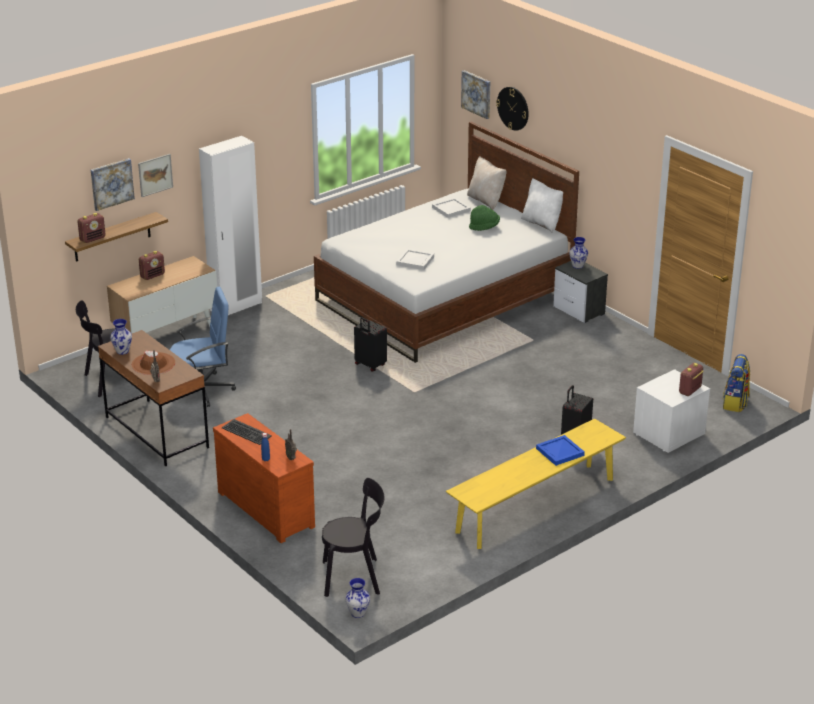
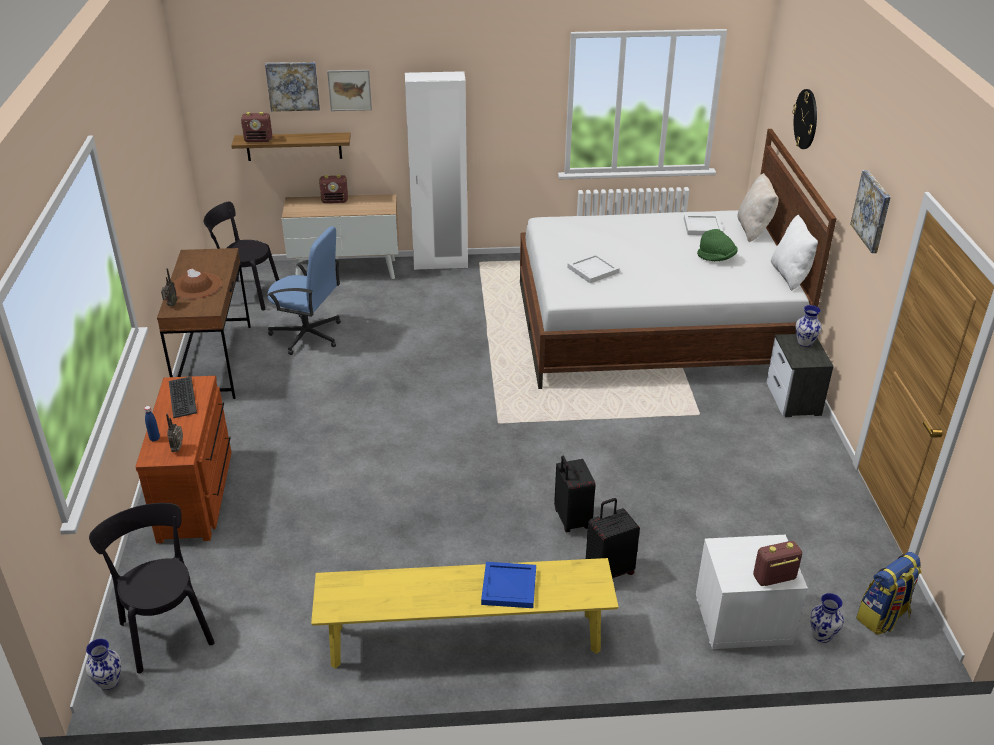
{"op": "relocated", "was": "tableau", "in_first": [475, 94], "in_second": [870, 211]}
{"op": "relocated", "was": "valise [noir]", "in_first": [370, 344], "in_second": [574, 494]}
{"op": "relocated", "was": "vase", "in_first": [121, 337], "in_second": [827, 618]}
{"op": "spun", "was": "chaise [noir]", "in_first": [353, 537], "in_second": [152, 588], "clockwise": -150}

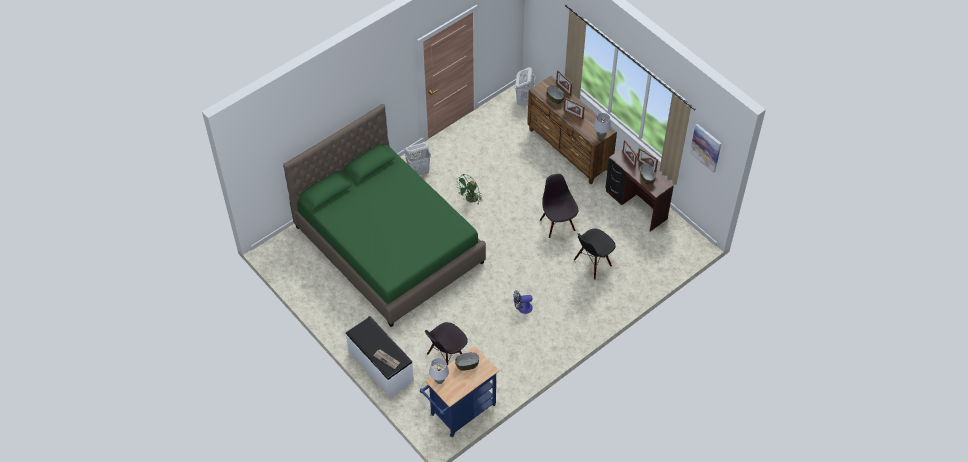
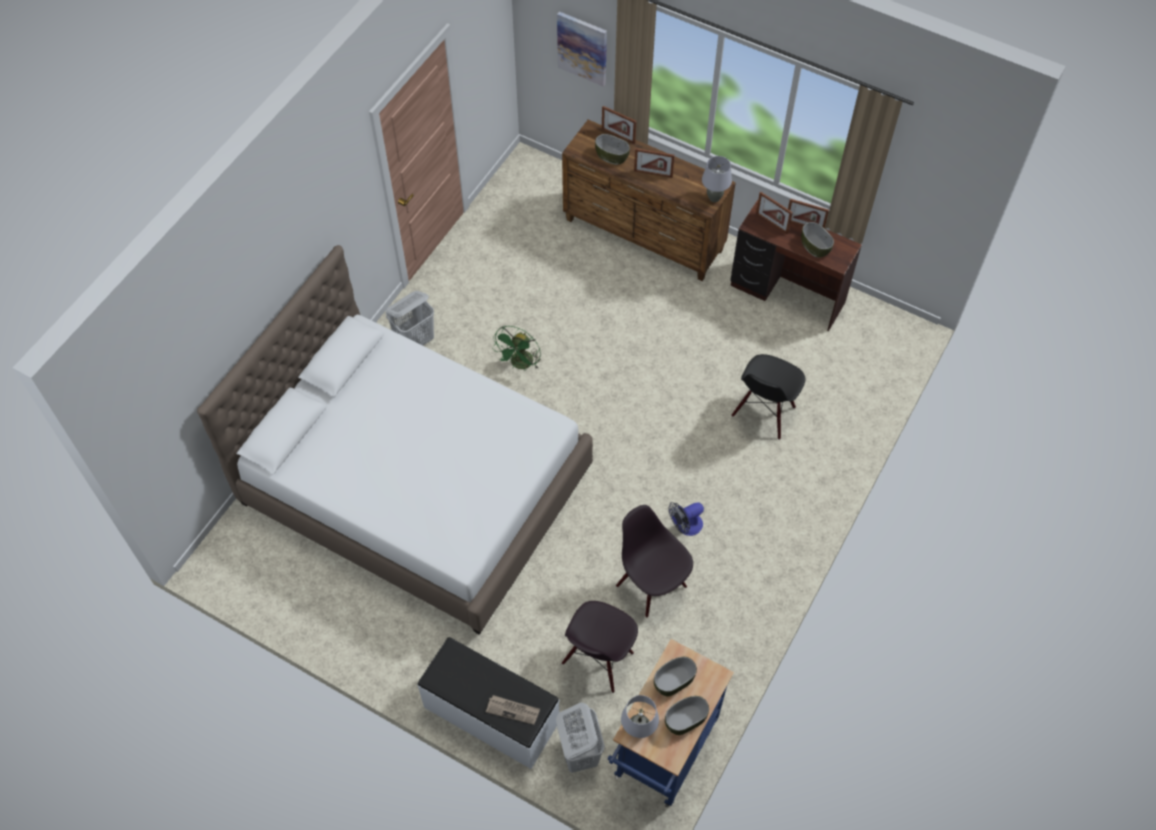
{"op": "relocated", "was": "panier à linge [blanc]", "in_first": [525, 86], "in_second": [580, 737]}
{"op": "colour", "was": "lit [vert]", "now": "lit [blanc]", "in_first": [384, 215], "in_second": [395, 440]}
{"op": "relocated", "was": "tableau", "in_first": [706, 148], "in_second": [582, 49]}
{"op": "relocated", "was": "chaise [noir]", "in_first": [559, 206], "in_second": [654, 561]}
{"op": "appeared", "now": "bol", "in_second": [687, 715]}

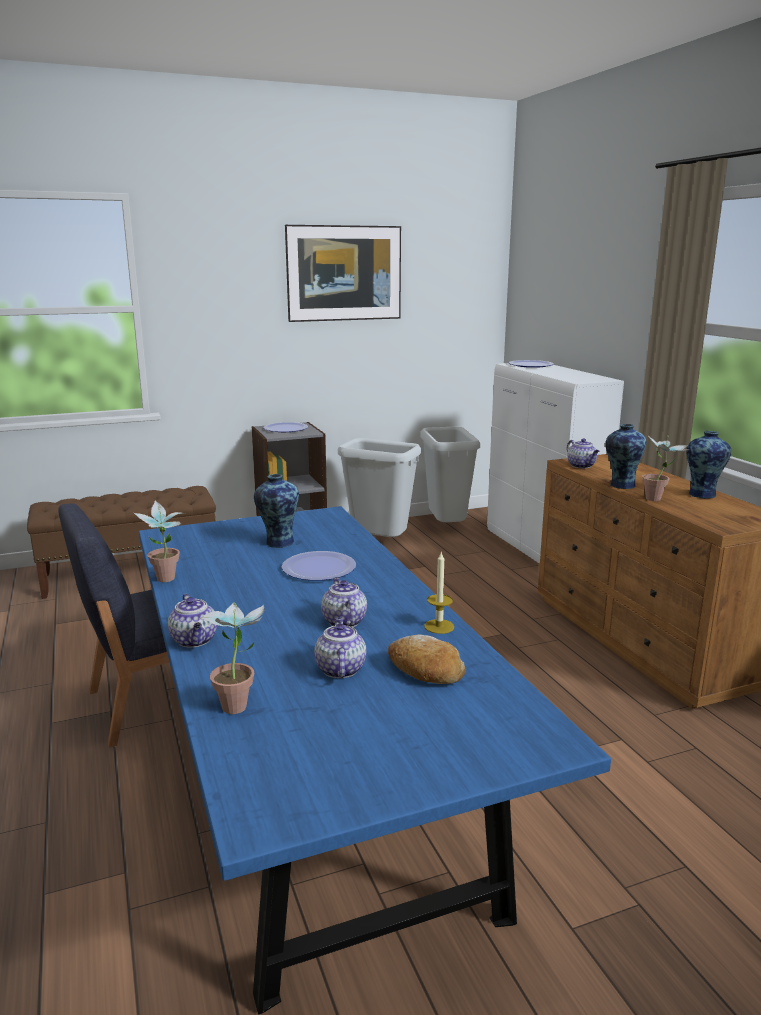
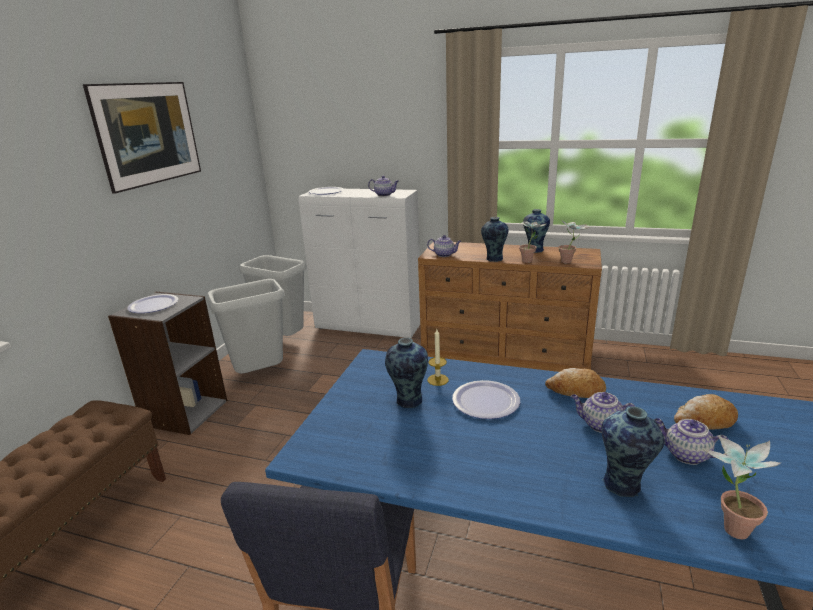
{"op": "relocated", "was": "plante en pot", "in_first": [159, 541], "in_second": [574, 241]}
{"op": "relocated", "was": "bougie", "in_first": [439, 593], "in_second": [438, 357]}
{"op": "relocated", "was": "théière", "in_first": [192, 621], "in_second": [383, 186]}
{"op": "appeared", "now": "pain", "in_second": [575, 383]}
{"op": "appeared", "now": "vase", "in_second": [633, 452]}

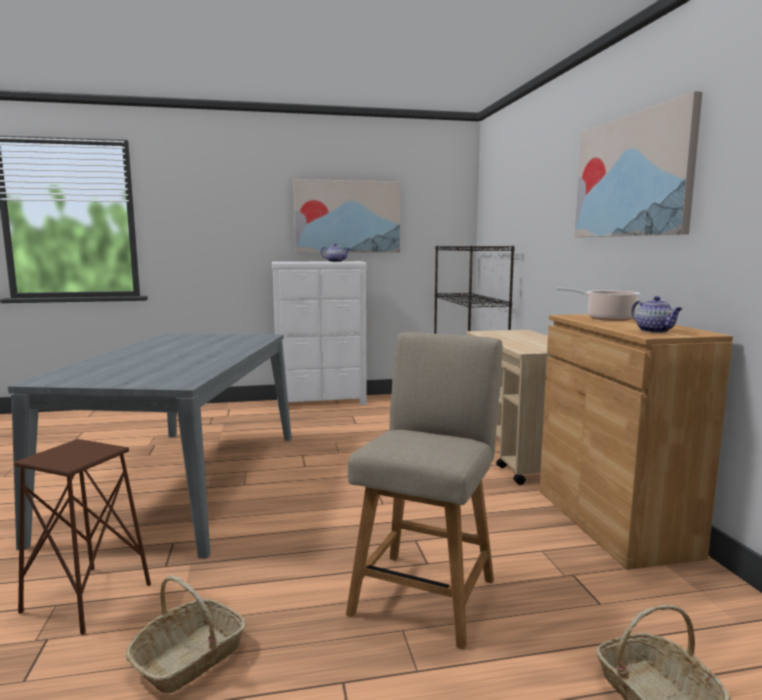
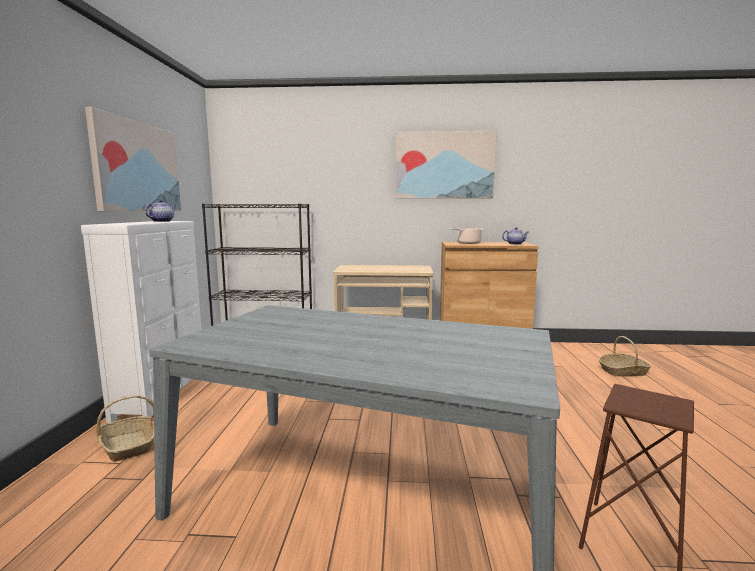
{"op": "missing", "was": "chaise [beige]", "in_first": [424, 491]}
{"op": "relocated", "was": "panier", "in_first": [186, 634], "in_second": [125, 428]}

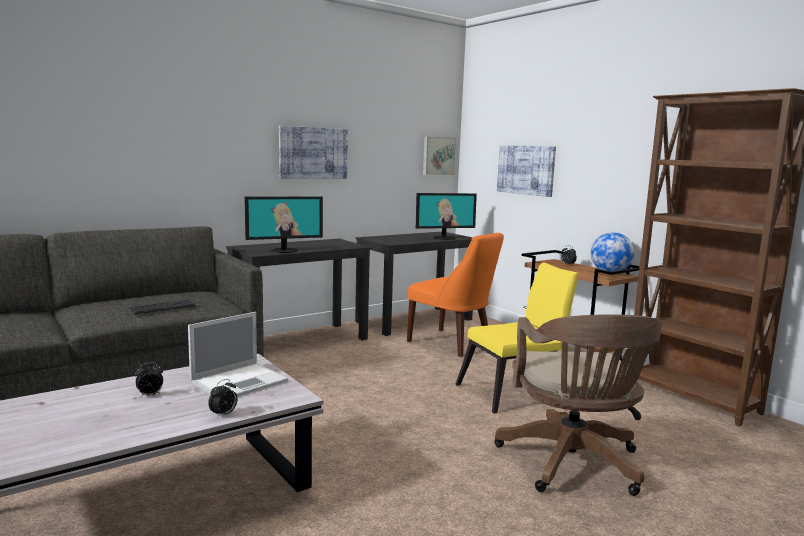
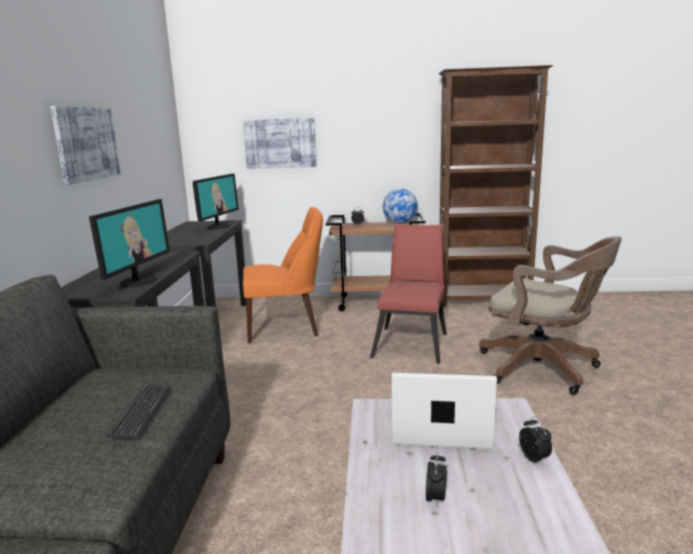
{"op": "missing", "was": "tableau", "in_first": [439, 155]}
{"op": "colour", "was": "chaise [jaune]", "now": "chaise [rouge]", "in_first": [517, 337], "in_second": [408, 294]}
{"op": "spun", "was": "ordinateur portable", "in_first": [238, 354], "in_second": [444, 411], "clockwise": -75}

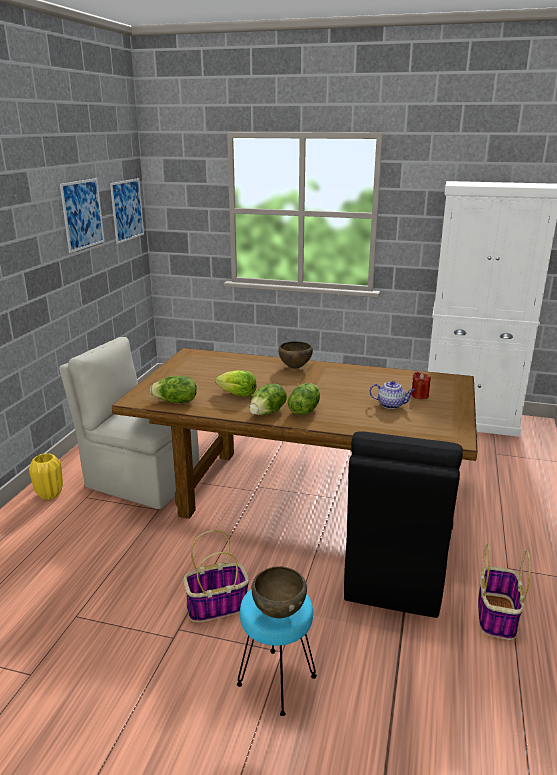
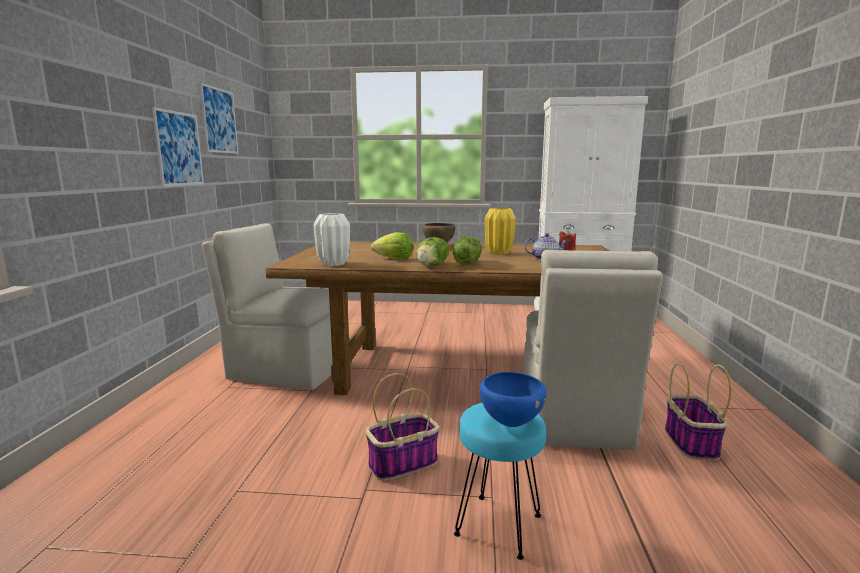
{"op": "relocated", "was": "tableau", "in_first": [127, 211], "in_second": [178, 147]}
{"op": "exchanged", "was": "laitue", "now": "vase [blanc]", "in_first": [173, 389], "in_second": [332, 239]}
{"op": "colour", "was": "chaise [noir]", "now": "chaise [beige]", "in_first": [403, 524], "in_second": [593, 350]}
{"op": "relocated", "was": "vase [jaune]", "in_first": [46, 476], "in_second": [500, 231]}
{"op": "colour", "was": "bol [marron]", "now": "bol [bleu]", "in_first": [279, 592], "in_second": [513, 399]}

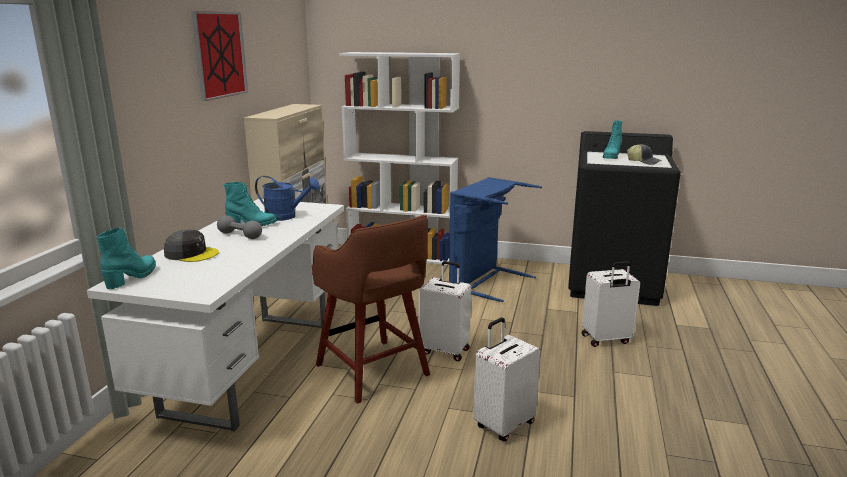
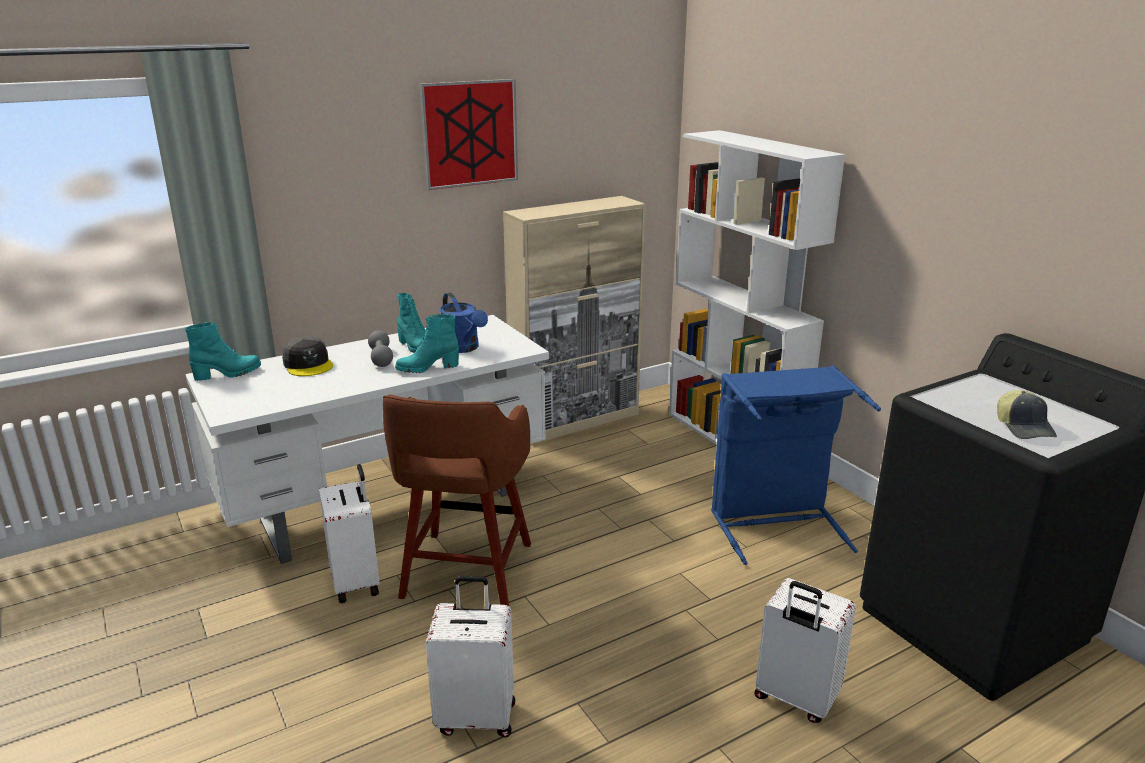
{"op": "relocated", "was": "botte [turquoise]", "in_first": [613, 140], "in_second": [427, 343]}
{"op": "relocated", "was": "valise [blanc]", "in_first": [445, 311], "in_second": [349, 533]}

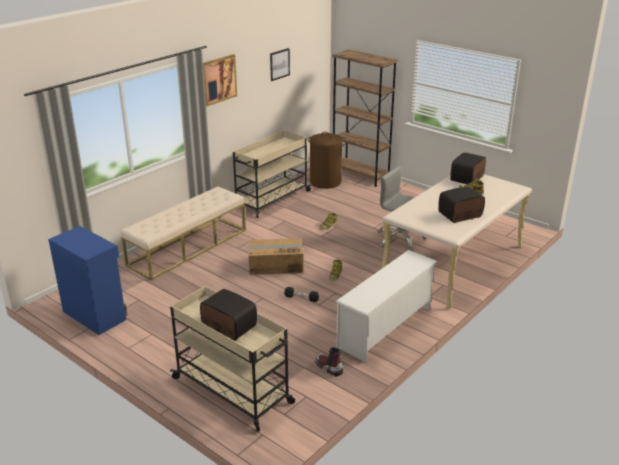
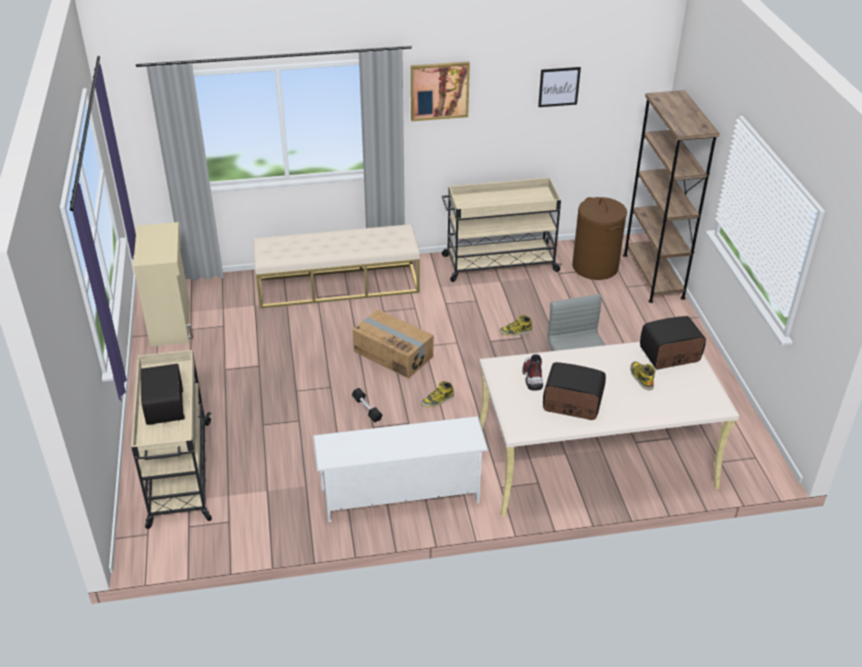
{"op": "colour", "was": "meuble de rangement [bleu]", "now": "meuble de rangement [beige]", "in_first": [88, 280], "in_second": [163, 284]}
{"op": "relocated", "was": "botte", "in_first": [329, 361], "in_second": [532, 372]}

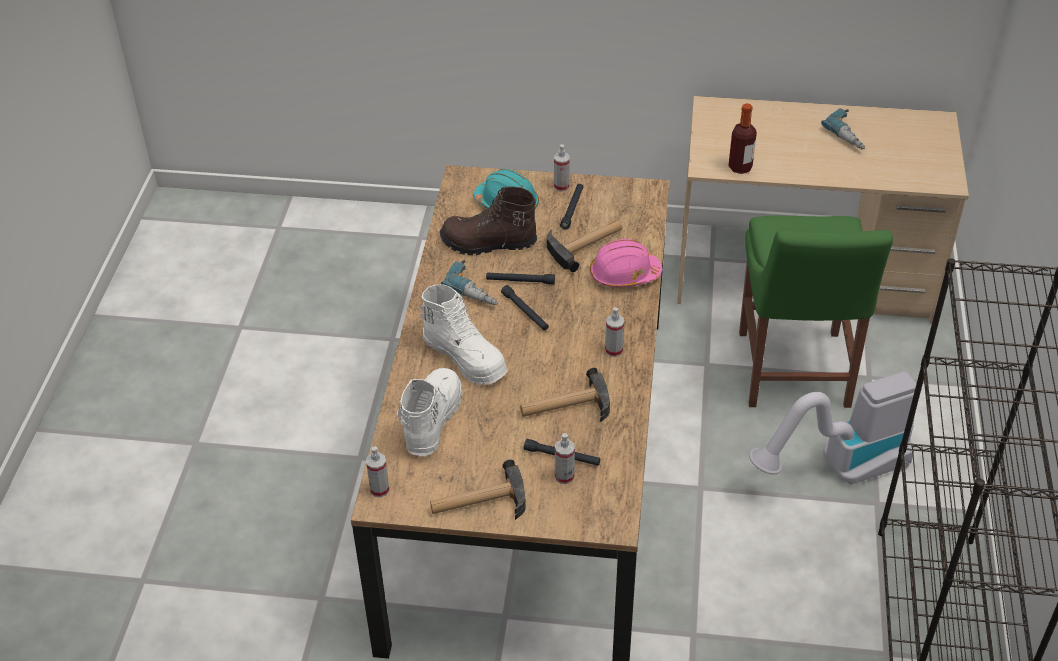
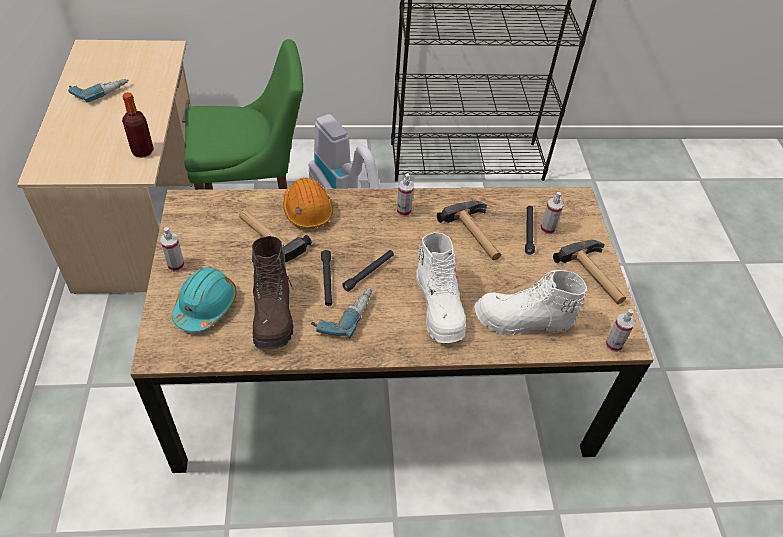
{"op": "missing", "was": "lampe de poche [noir]", "in_first": [571, 207]}
{"op": "colour", "was": "casque de chantier [rose]", "now": "casque de chantier [orange]", "in_first": [626, 263], "in_second": [308, 203]}
{"op": "spun", "was": "botte [blanc]", "in_first": [464, 335], "in_second": [441, 287], "clockwise": 135}

